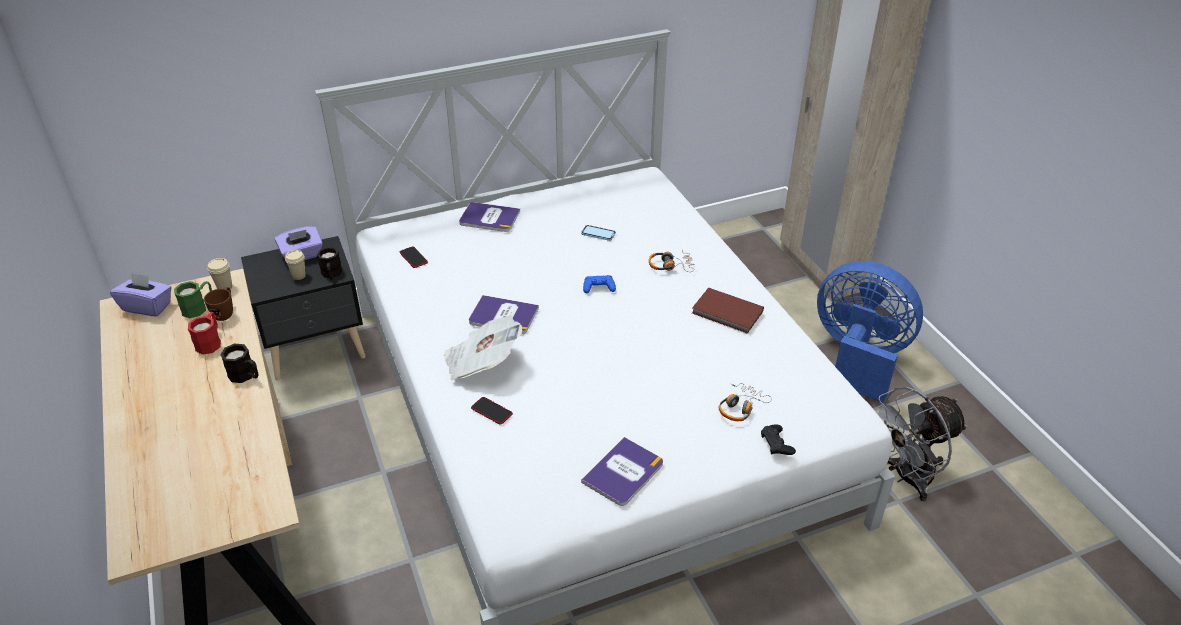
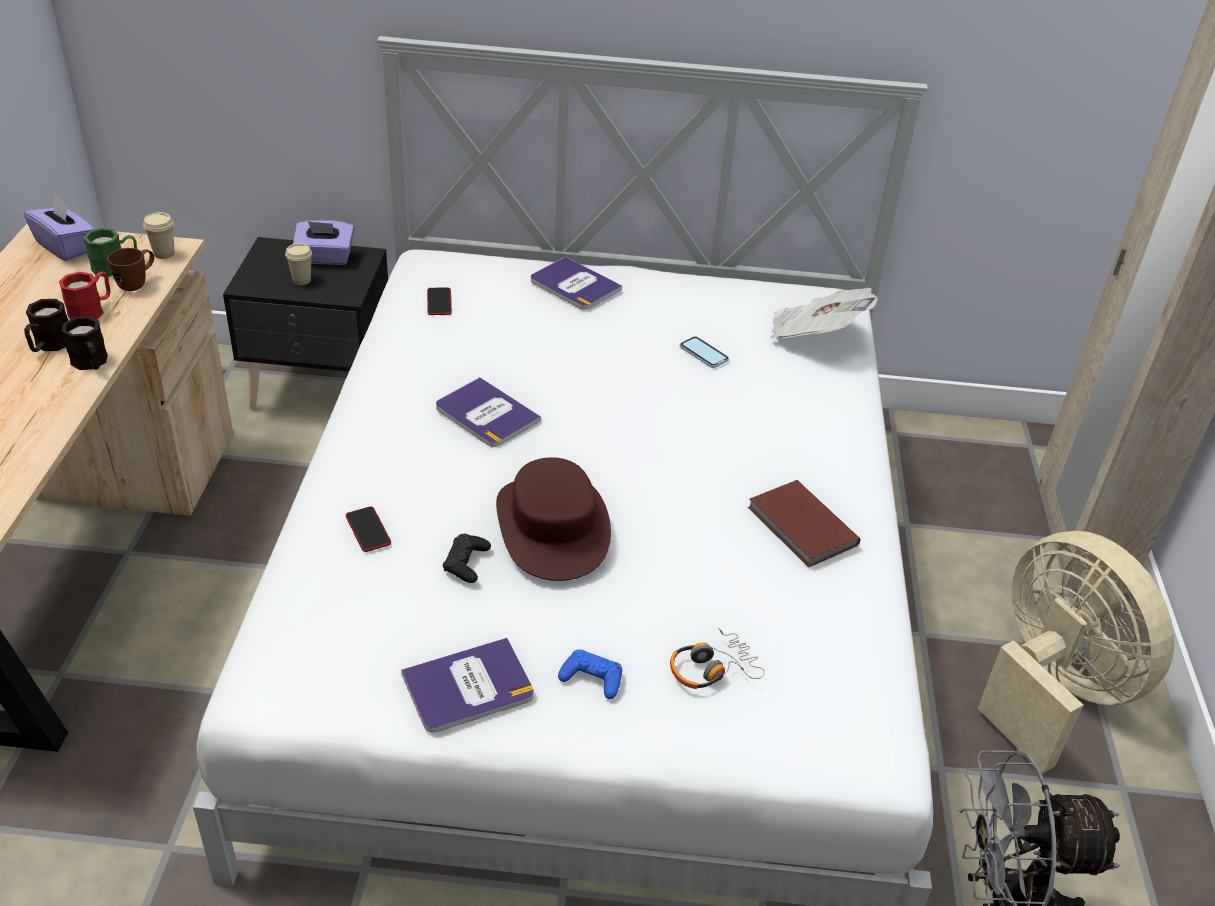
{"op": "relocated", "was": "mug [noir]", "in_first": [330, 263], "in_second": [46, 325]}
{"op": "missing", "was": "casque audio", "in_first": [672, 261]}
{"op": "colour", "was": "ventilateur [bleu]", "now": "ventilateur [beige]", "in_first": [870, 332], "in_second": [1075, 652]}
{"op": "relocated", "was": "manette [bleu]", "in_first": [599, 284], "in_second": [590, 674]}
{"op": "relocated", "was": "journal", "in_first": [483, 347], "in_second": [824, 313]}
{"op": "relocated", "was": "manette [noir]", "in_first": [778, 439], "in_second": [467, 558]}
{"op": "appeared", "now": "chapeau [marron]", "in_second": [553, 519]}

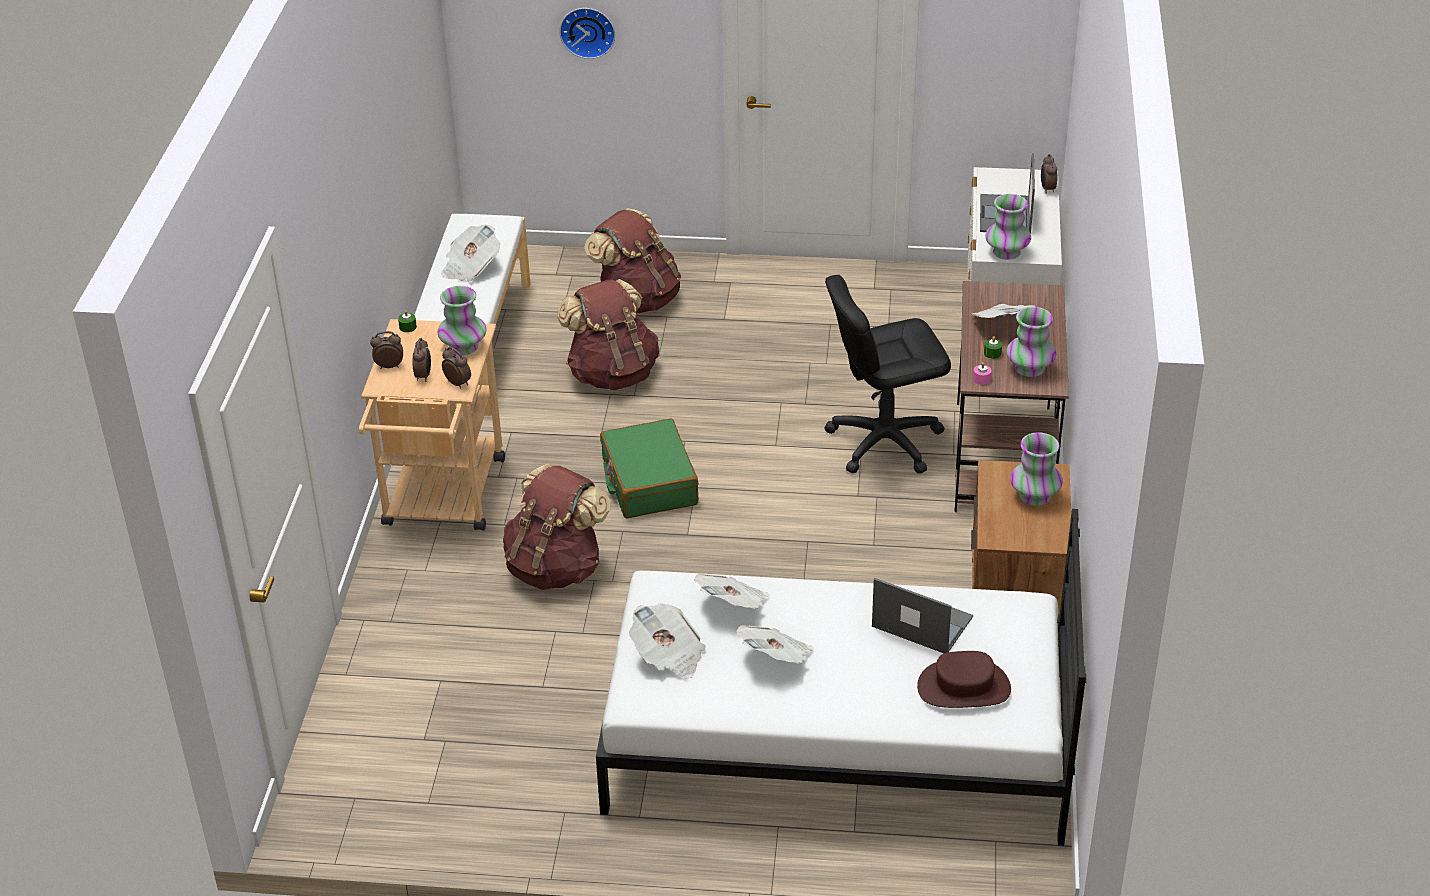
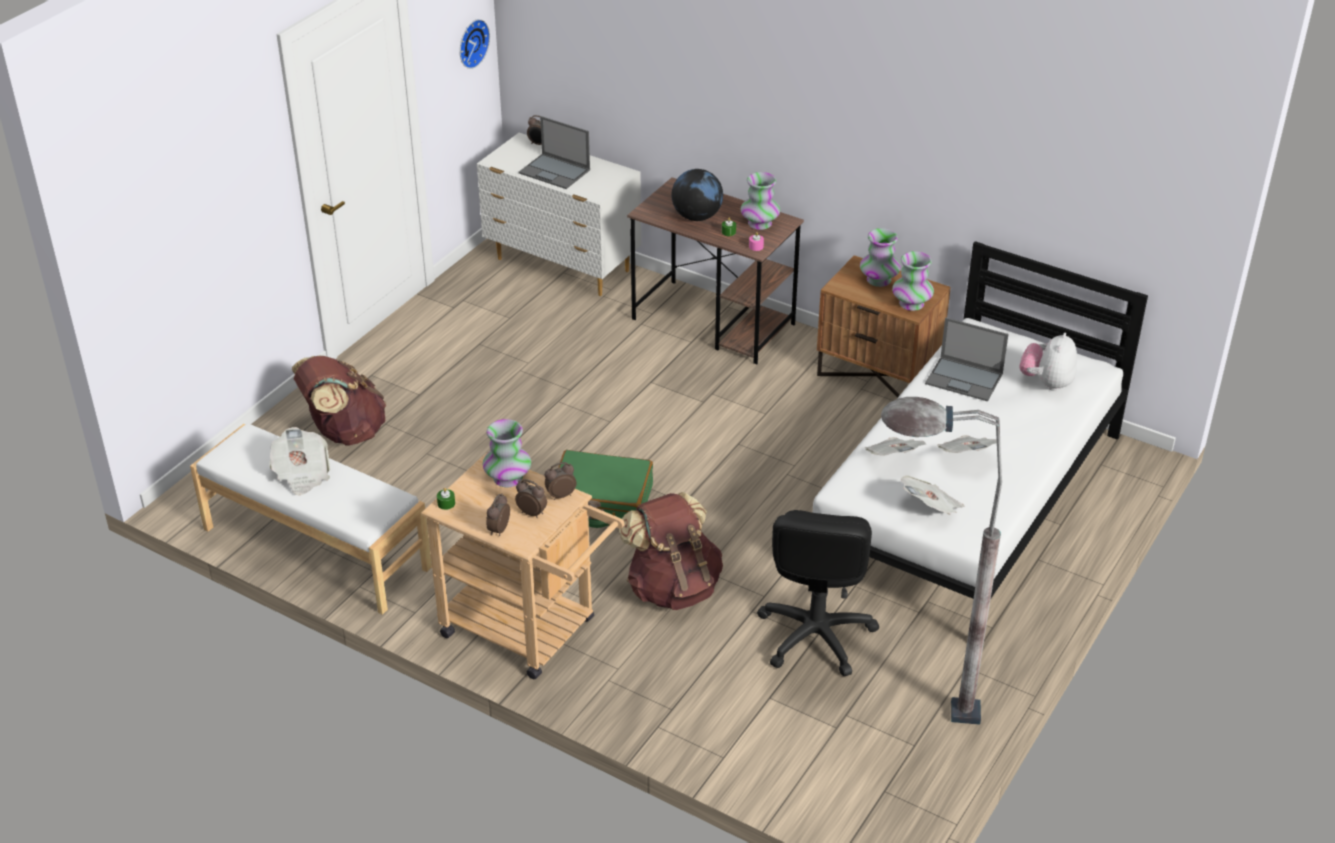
{"op": "relocated", "was": "horloge murale", "in_first": [587, 33], "in_second": [475, 44]}
{"op": "relocated", "was": "vase", "in_first": [1008, 227], "in_second": [913, 281]}
{"op": "relocated", "was": "chaise de bureau [noir]", "in_first": [887, 374], "in_second": [818, 593]}
{"op": "missing", "was": "sac à dos [marron]", "in_first": [608, 334]}
{"op": "exchanged", "was": "journal", "now": "globe", "in_first": [1003, 311], "in_second": [697, 195]}
{"op": "spun", "was": "ordinateur portable", "in_first": [922, 615], "in_second": [967, 359], "clockwise": -120}
{"op": "exchanged", "was": "chapeau [marron]", "now": "peluche", "in_first": [964, 679], "in_second": [1048, 362]}
{"op": "appeared", "now": "lampadaire [gris]", "in_second": [941, 561]}

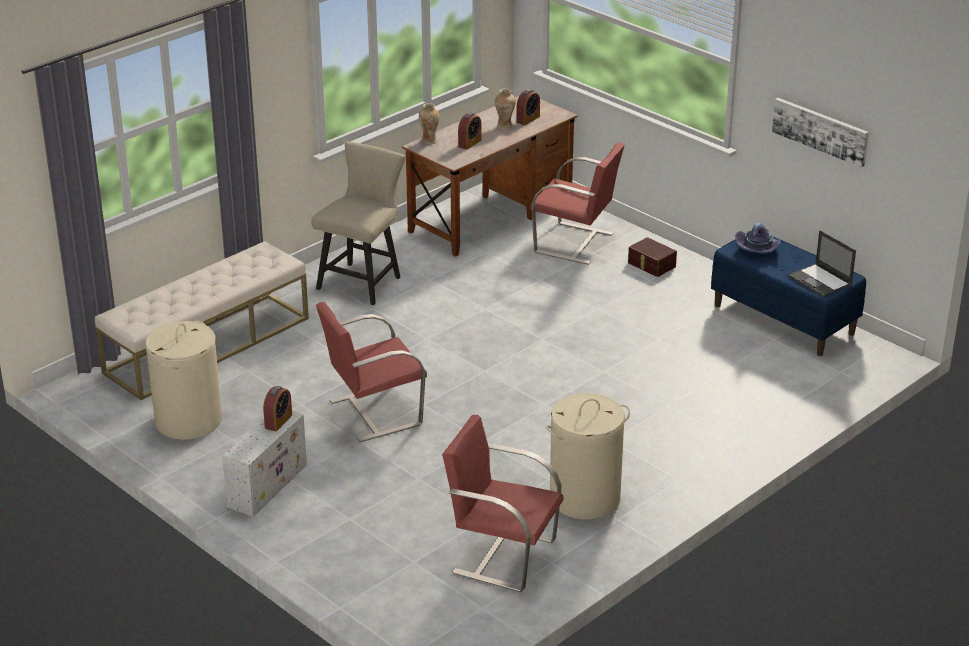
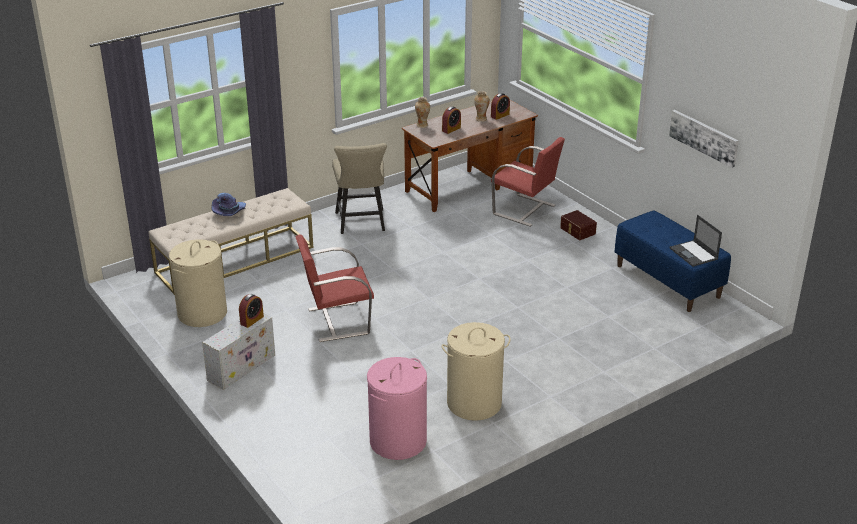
{"op": "spun", "was": "chaise [beige]", "in_first": [358, 223], "in_second": [359, 188], "clockwise": 135}
{"op": "relocated", "was": "chapeau [violet]", "in_first": [758, 238], "in_second": [228, 204]}
{"op": "exchanged", "was": "chaise [rouge]", "now": "panier à linge [rose]", "in_first": [502, 503], "in_second": [397, 408]}

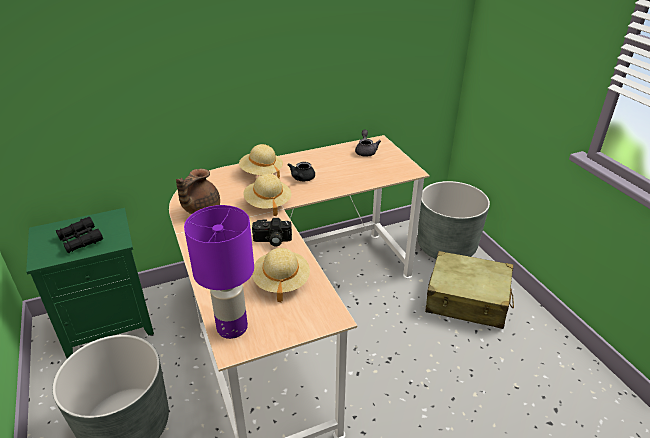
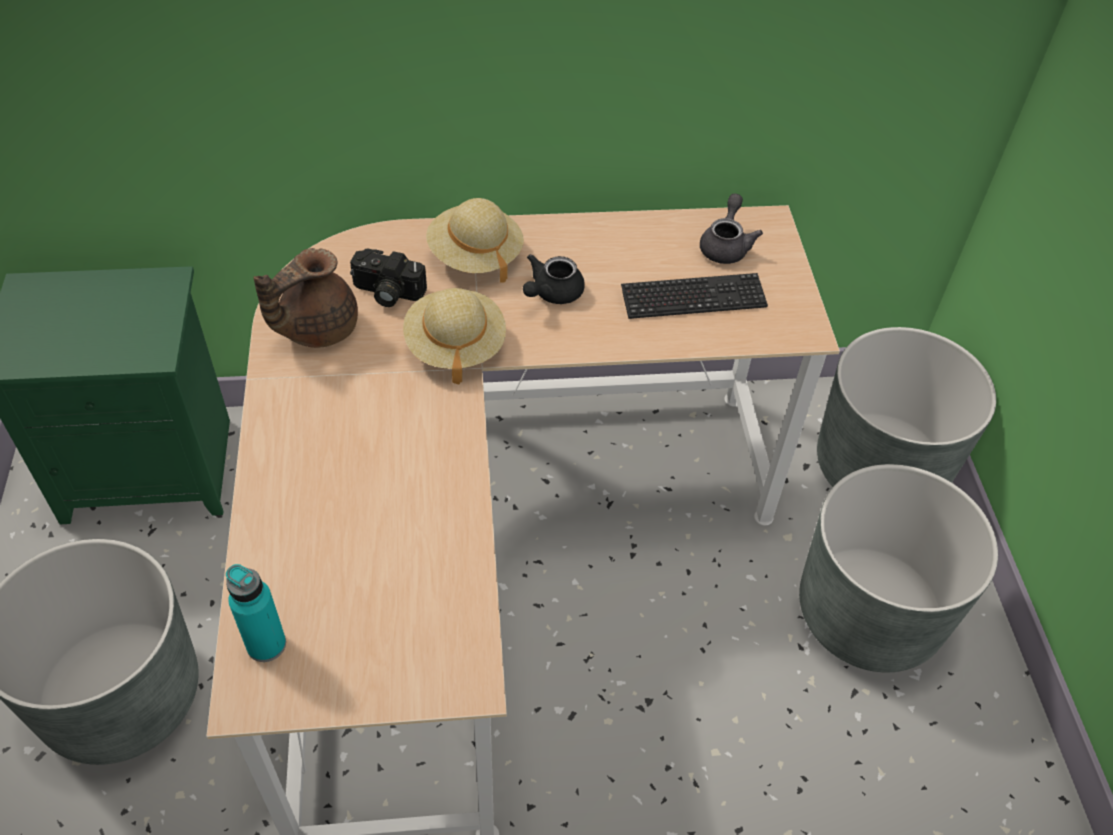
{"op": "exchanged", "was": "lampe de table [violet]", "now": "bouteille [turquoise]", "in_first": [219, 272], "in_second": [256, 613]}
{"op": "missing", "was": "jumelles [noir]", "in_first": [79, 235]}
{"op": "relocated", "was": "appareil photo", "in_first": [272, 232], "in_second": [388, 278]}
{"op": "missing", "was": "chapeau [beige]", "in_first": [281, 275]}
{"op": "exchanged", "was": "valise [beige]", "now": "cache-pot [gris]", "in_first": [469, 290], "in_second": [898, 568]}
{"op": "appeared", "now": "clavier", "in_second": [694, 296]}

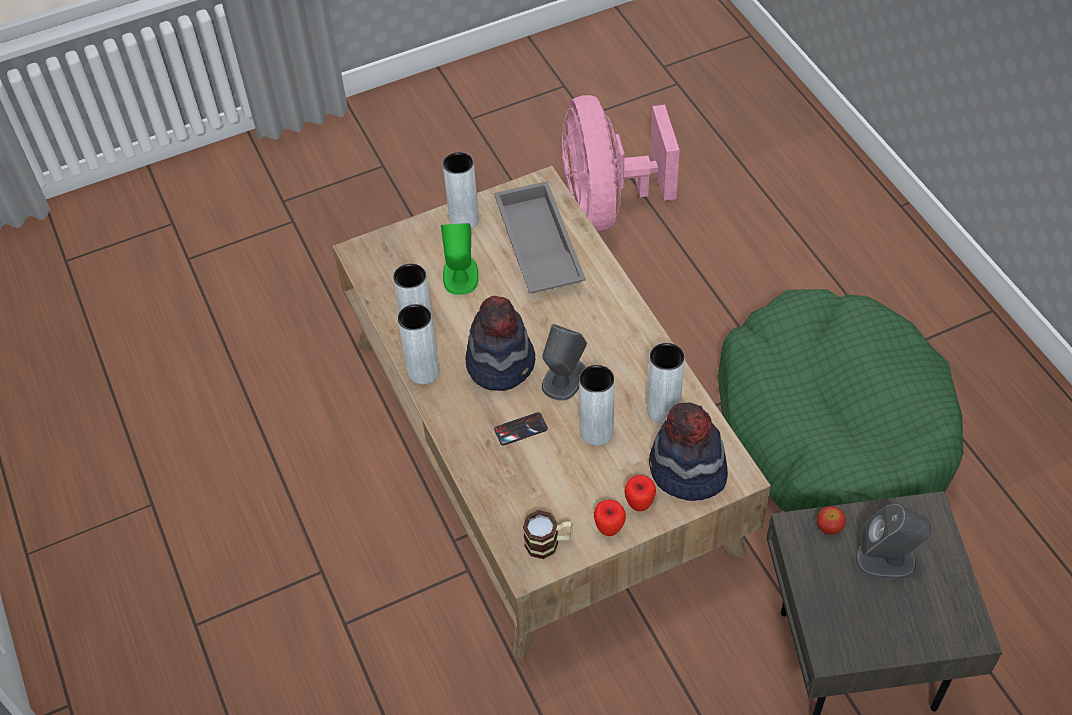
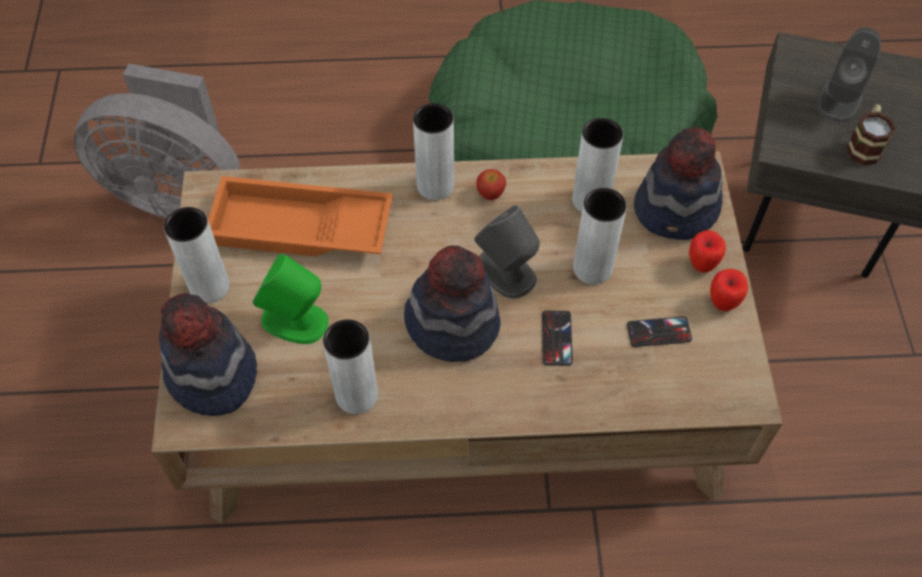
{"op": "colour", "was": "ventilateur [rose]", "now": "ventilateur [gris]", "in_first": [621, 163], "in_second": [157, 141]}
{"op": "colour", "was": "plateau [gris]", "now": "plateau [orange]", "in_first": [540, 237], "in_second": [300, 216]}
{"op": "relocated", "was": "vase [gris]", "in_first": [418, 344], "in_second": [433, 151]}
{"op": "relocated", "was": "pomme", "in_first": [831, 520], "in_second": [491, 184]}
{"op": "relocated", "was": "mug", "in_first": [548, 534], "in_second": [871, 134]}
{"op": "appeared", "now": "chapeau", "in_second": [208, 354]}
{"op": "appeared", "now": "téléphone", "in_second": [659, 331]}

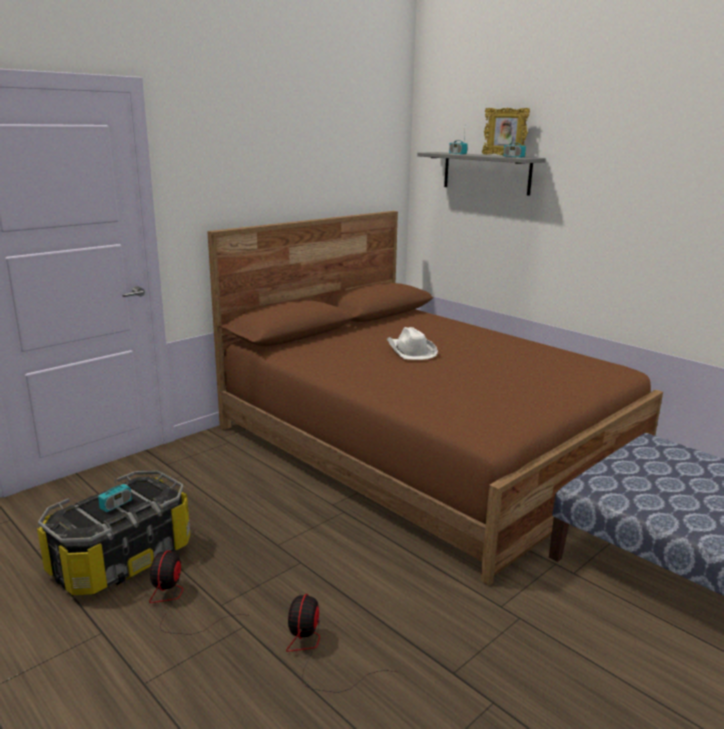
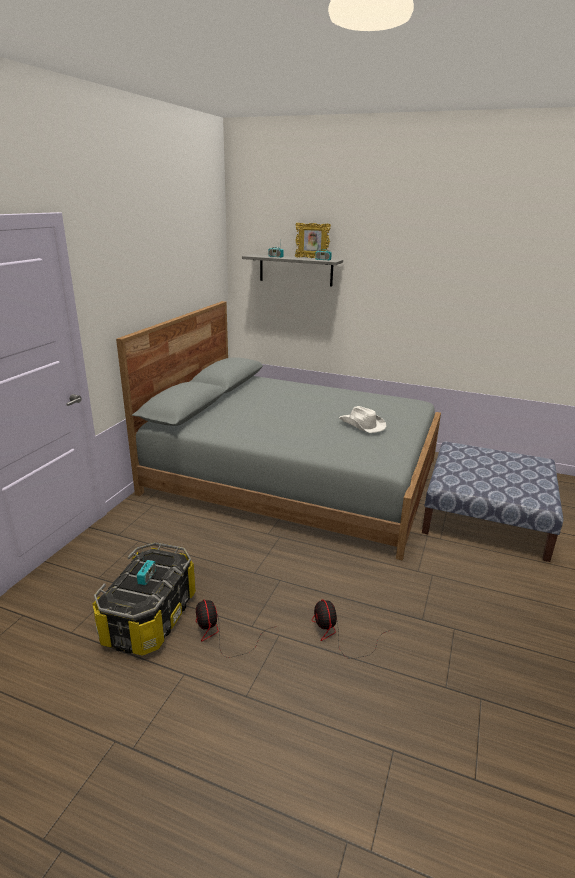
{"op": "colour", "was": "lit [marron]", "now": "lit [gris]", "in_first": [435, 398], "in_second": [278, 431]}
{"op": "relocated", "was": "chapeau [blanc]", "in_first": [412, 343], "in_second": [362, 419]}

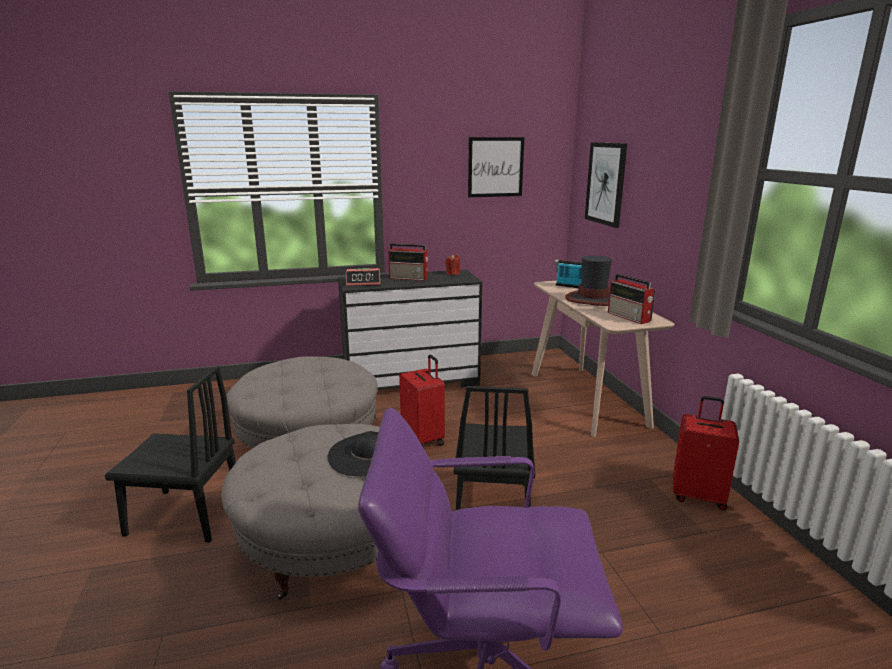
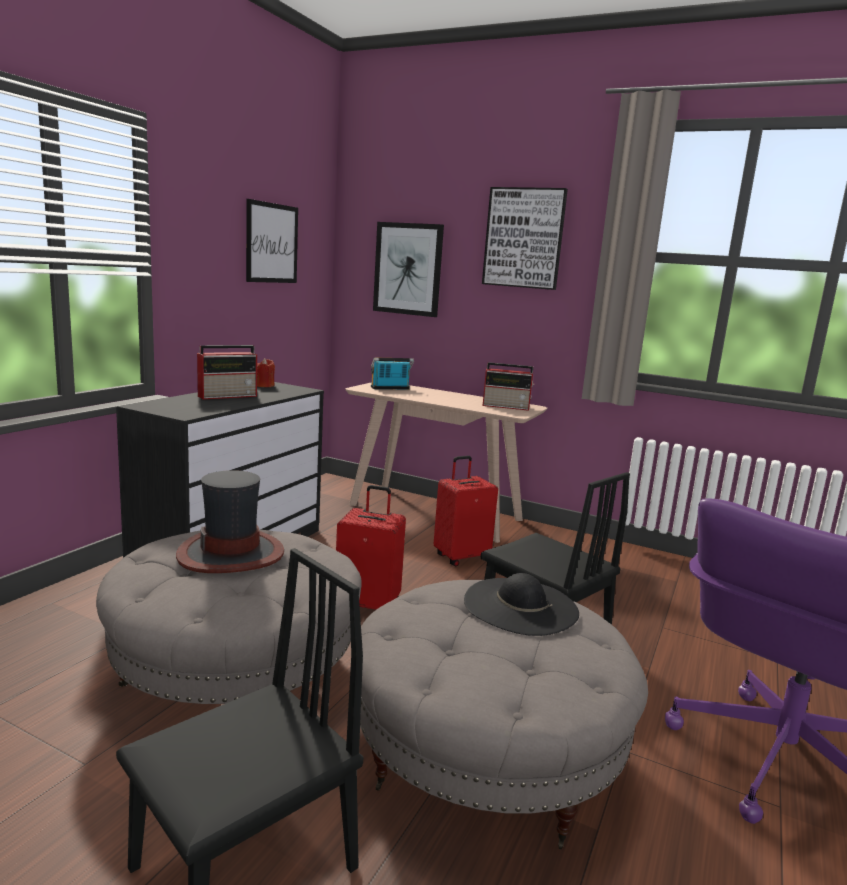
{"op": "relocated", "was": "chapeau", "in_first": [588, 280], "in_second": [230, 521]}
{"op": "missing", "was": "réveil", "in_first": [363, 277]}
{"op": "relocated", "was": "valise [rouge]", "in_first": [706, 453], "in_second": [466, 511]}
{"op": "appeared", "now": "tableau", "in_second": [525, 238]}

